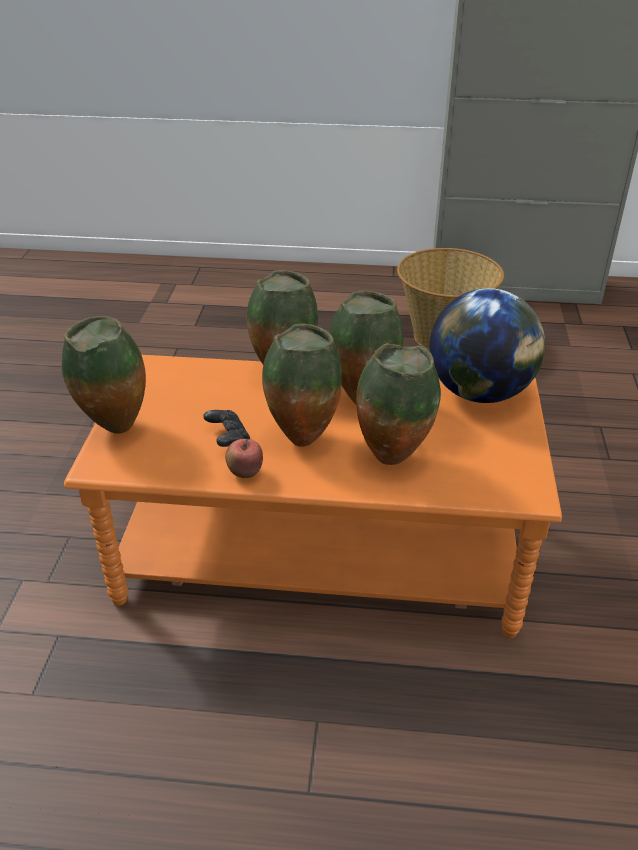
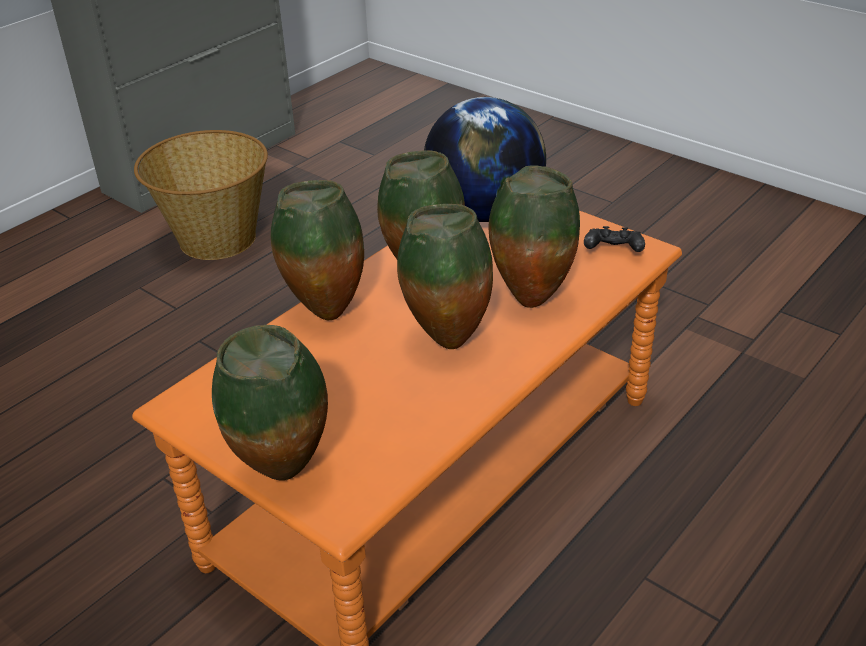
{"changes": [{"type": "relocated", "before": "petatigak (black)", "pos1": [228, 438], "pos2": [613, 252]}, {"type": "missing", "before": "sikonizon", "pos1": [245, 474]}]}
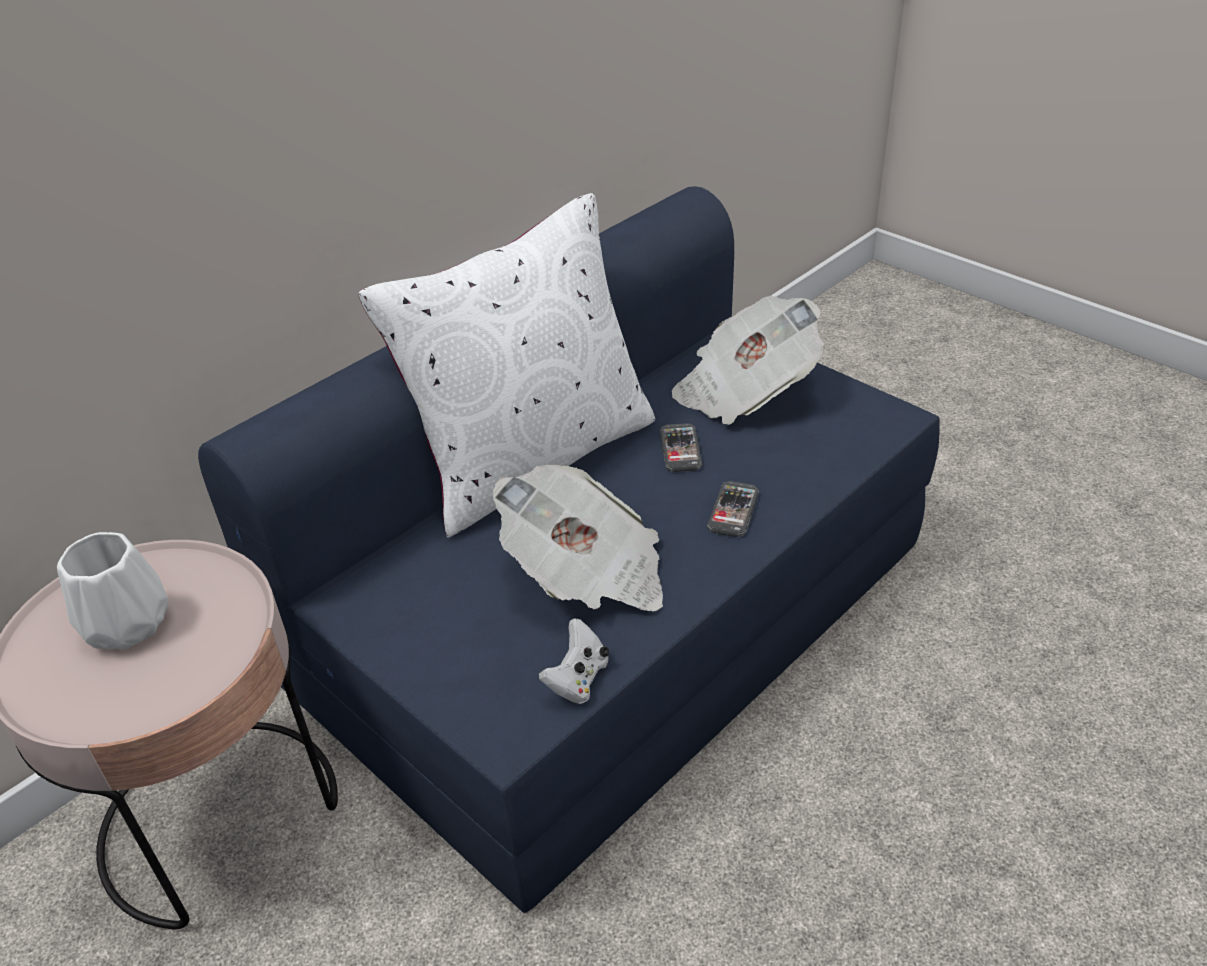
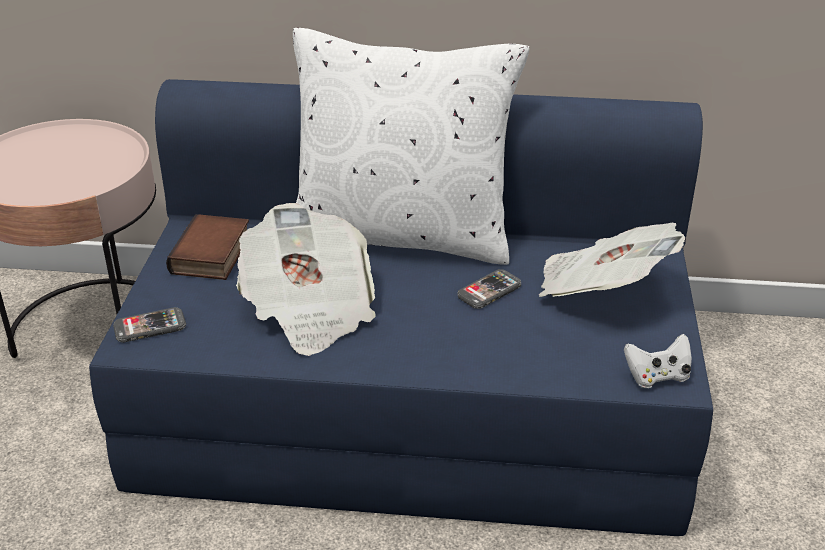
{"changes": [{"type": "relocated", "before": "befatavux", "pos1": [733, 511], "pos2": [150, 327]}, {"type": "appeared", "after": "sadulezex", "pos2": [213, 255]}, {"type": "relocated", "before": "petatigak (white)", "pos1": [578, 679], "pos2": [657, 376]}, {"type": "missing", "before": "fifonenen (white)", "pos1": [124, 626]}]}
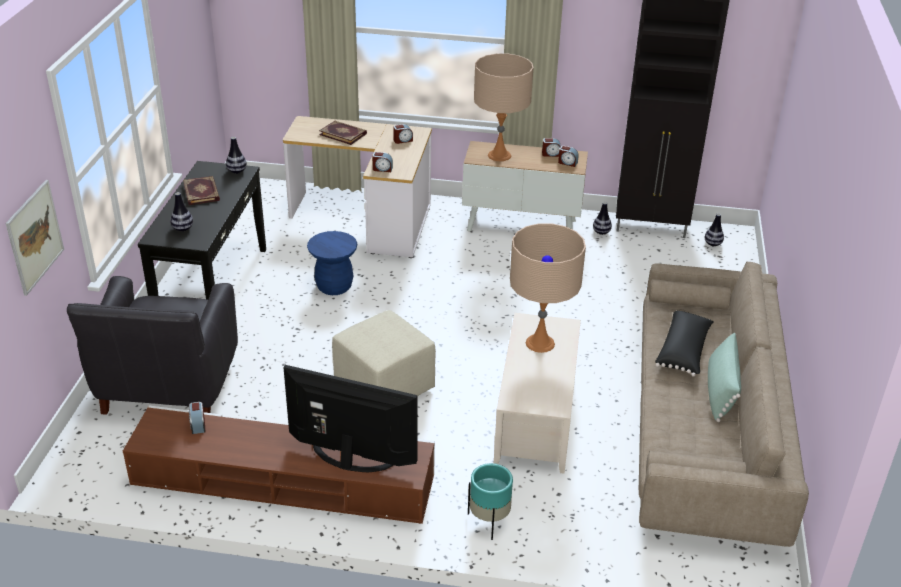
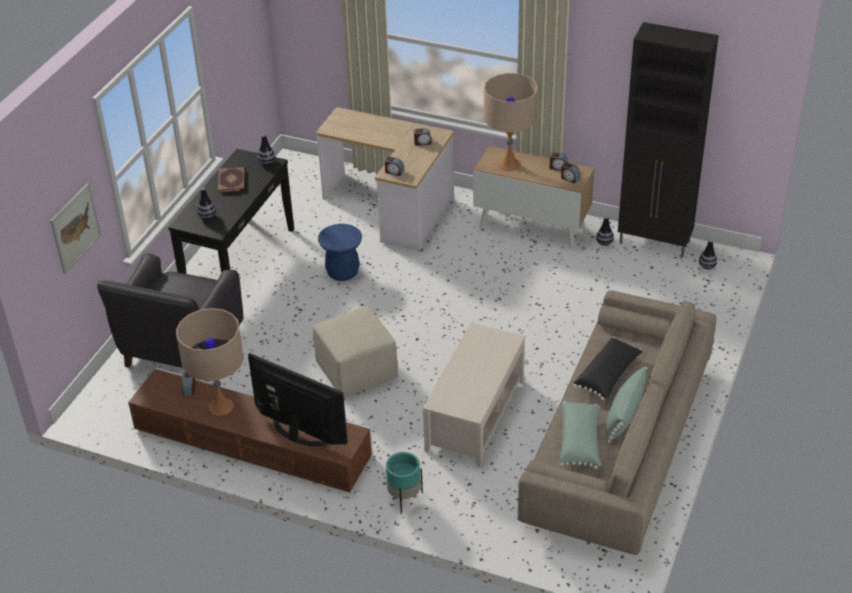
{"changes": [{"type": "relocated", "before": "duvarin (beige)", "pos1": [540, 343], "pos2": [221, 406]}, {"type": "appeared", "after": "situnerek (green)", "pos2": [580, 441]}, {"type": "missing", "before": "sadulezex", "pos1": [343, 134]}]}
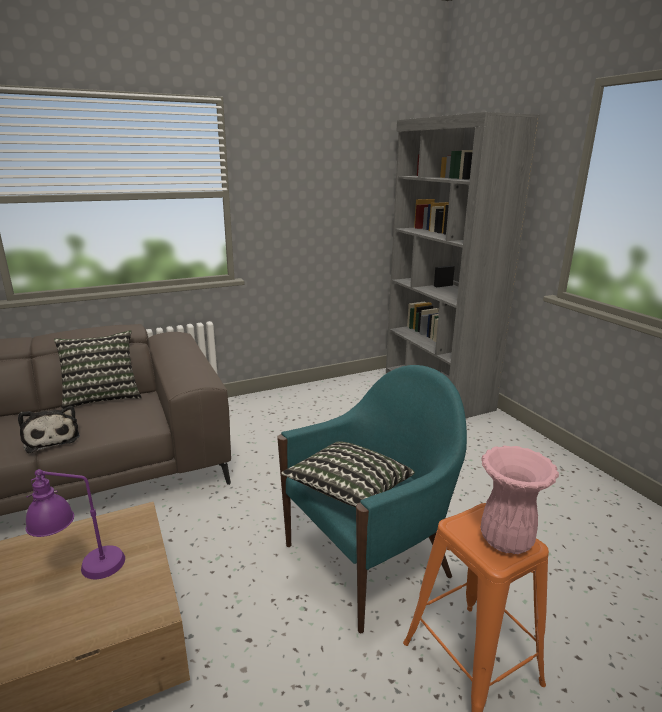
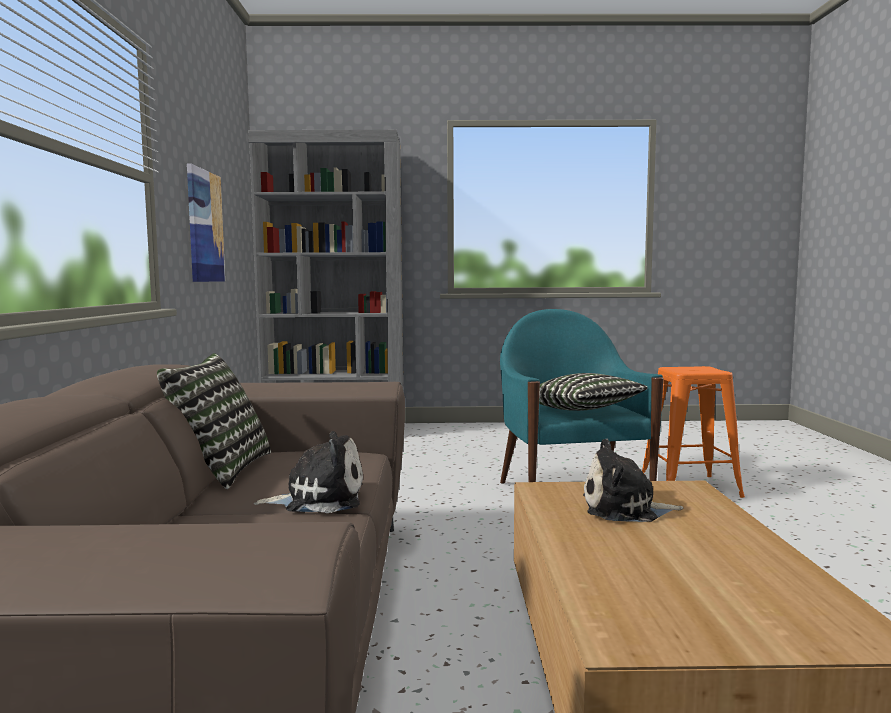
{"changes": [{"type": "appeared", "after": "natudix", "pos2": [205, 226]}, {"type": "exchanged", "before": "duvarin (purple)", "after": "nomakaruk", "pos1": [83, 570], "pos2": [625, 509]}, {"type": "missing", "before": "fifonenen (pink)", "pos1": [504, 541]}]}
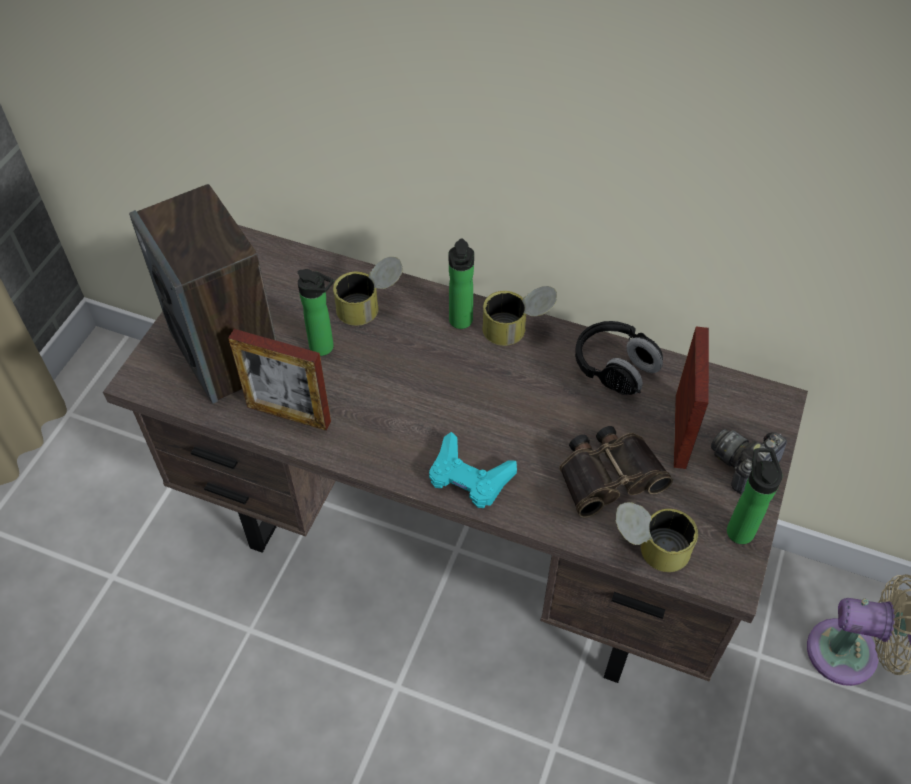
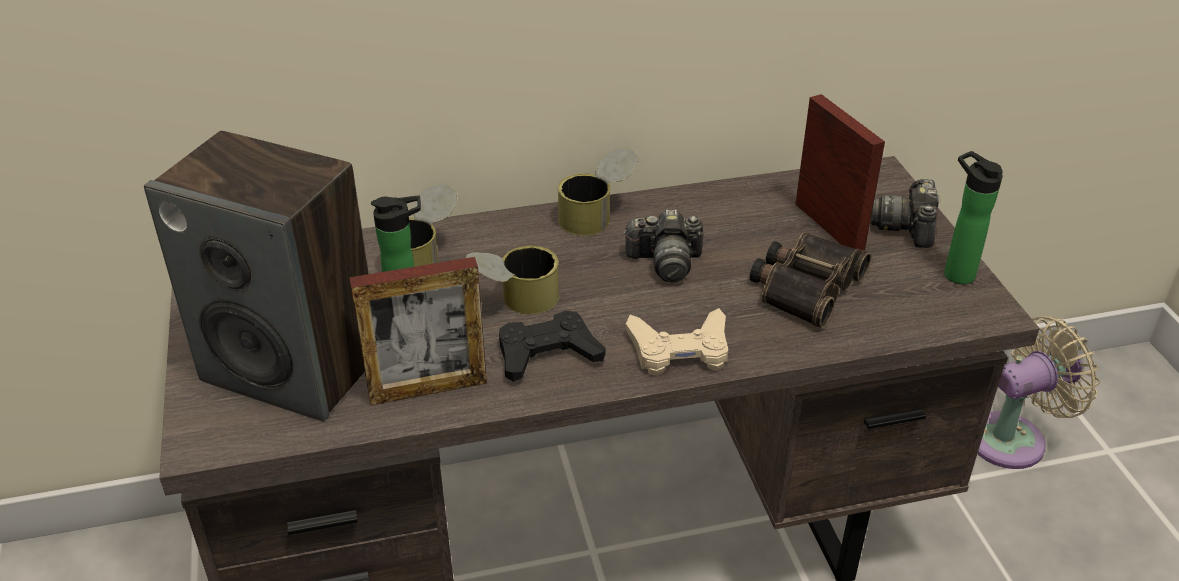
{"changes": [{"type": "relocated", "before": "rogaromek", "pos1": [649, 548], "pos2": [515, 302]}, {"type": "appeared", "after": "petatigak (black)", "pos2": [547, 354]}, {"type": "appeared", "after": "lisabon", "pos2": [665, 262]}, {"type": "colour", "before": "petatigak (turquoise)", "after": "petatigak (beige)", "pos1": [469, 477], "pos2": [680, 350]}, {"type": "missing", "before": "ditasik", "pos1": [460, 323]}, {"type": "missing", "before": "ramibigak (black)", "pos1": [614, 369]}]}
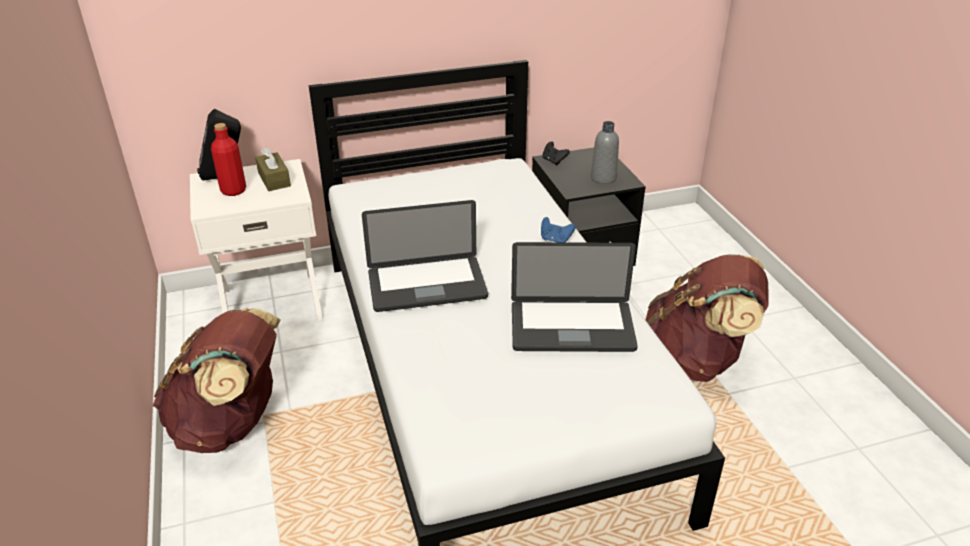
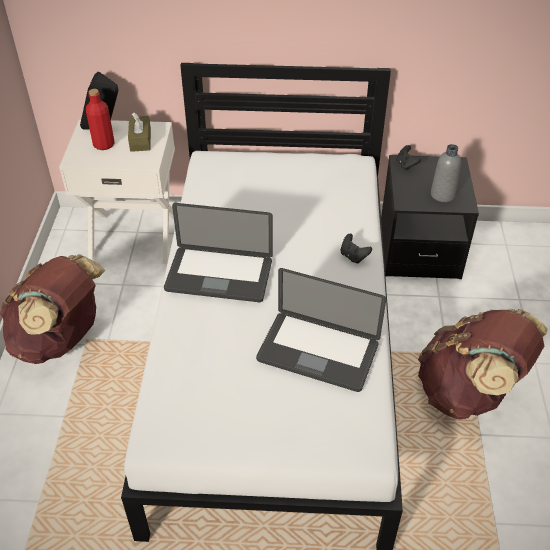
{"changes": [{"type": "colour", "before": "petatigak (blue)", "after": "petatigak (black)", "pos1": [555, 240], "pos2": [353, 256]}]}
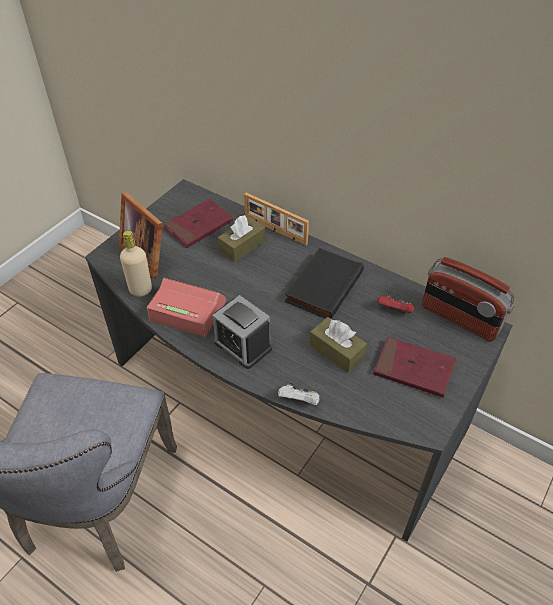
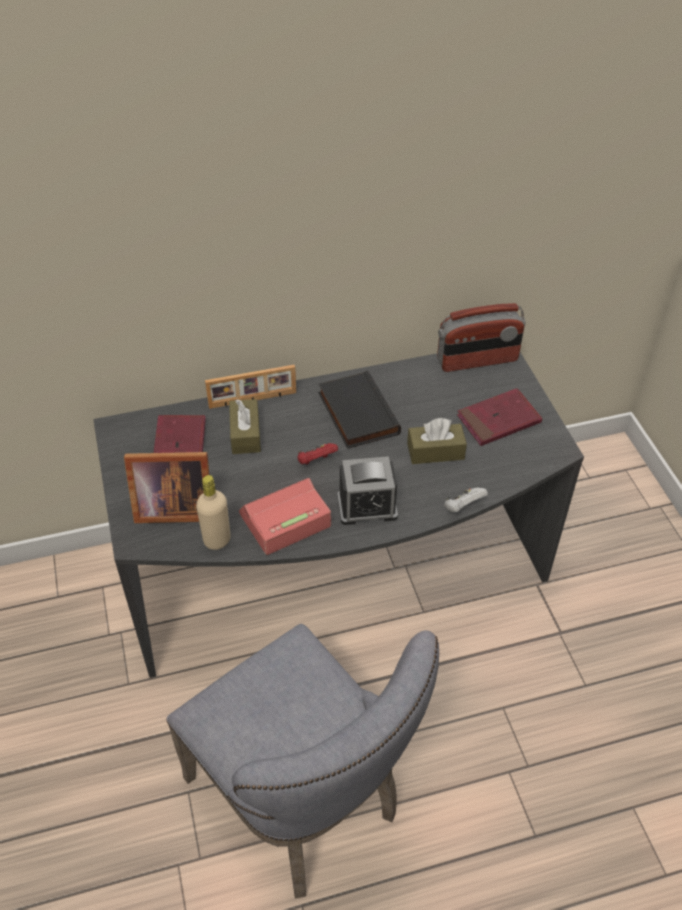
{"changes": [{"type": "relocated", "before": "petatigak (red)", "pos1": [394, 311], "pos2": [316, 461]}]}
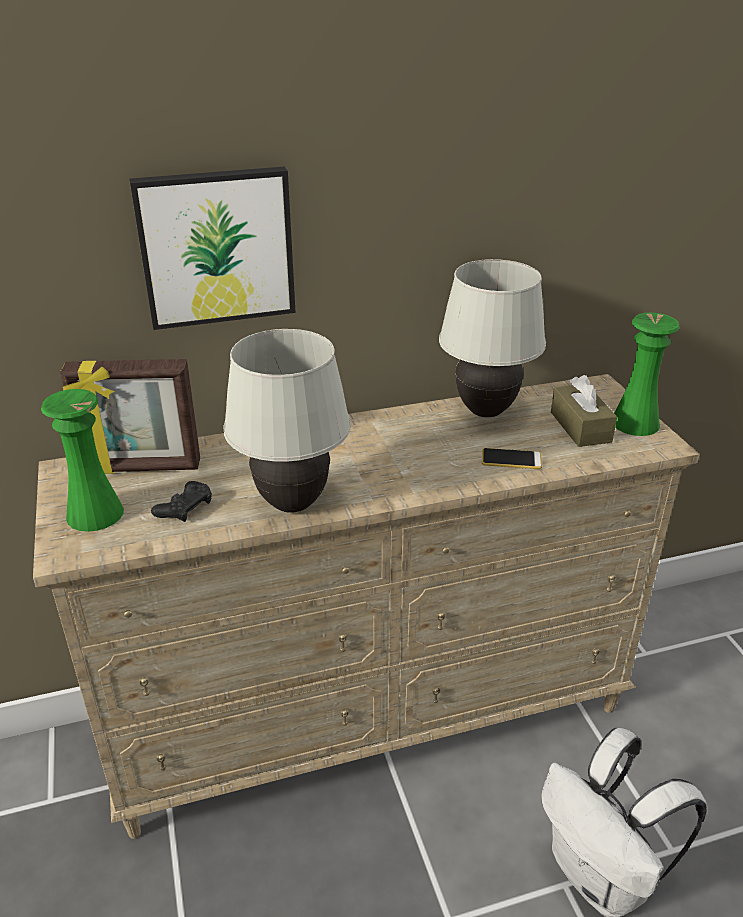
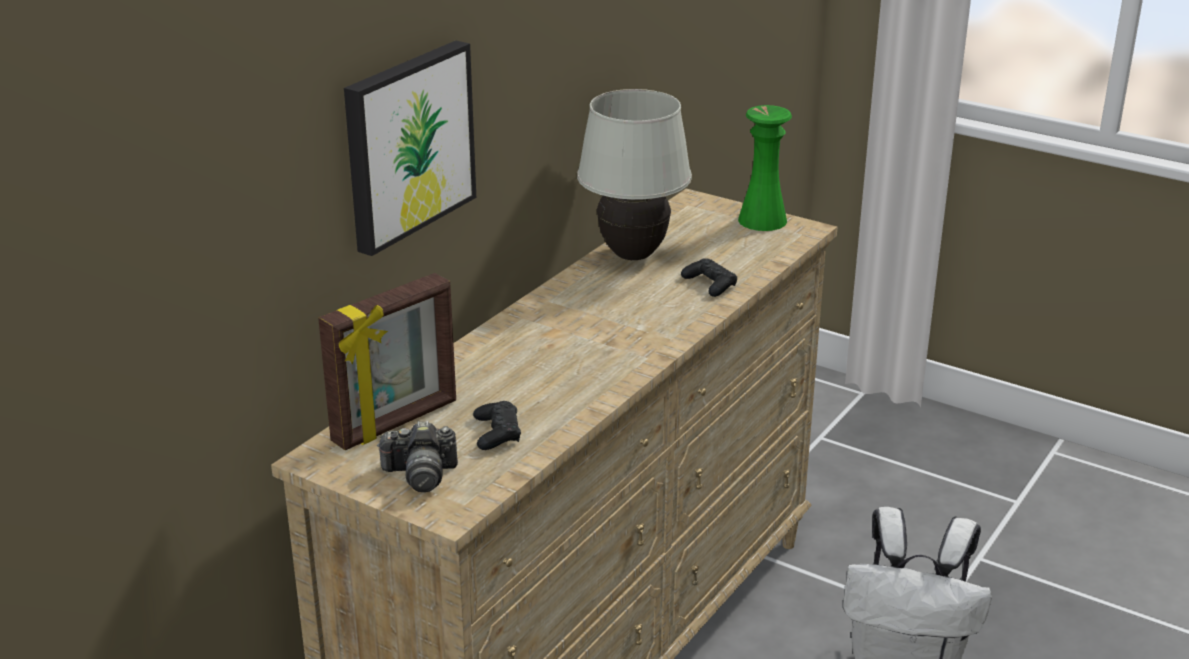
{"changes": [{"type": "exchanged", "before": "fifonenen (green)", "after": "lisabon", "pos1": [95, 514], "pos2": [420, 474]}, {"type": "exchanged", "before": "befatavux", "after": "petatigak (black)", "pos1": [511, 459], "pos2": [710, 284]}, {"type": "missing", "before": "duvarin (white)", "pos1": [291, 504]}, {"type": "missing", "before": "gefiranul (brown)", "pos1": [580, 427]}]}
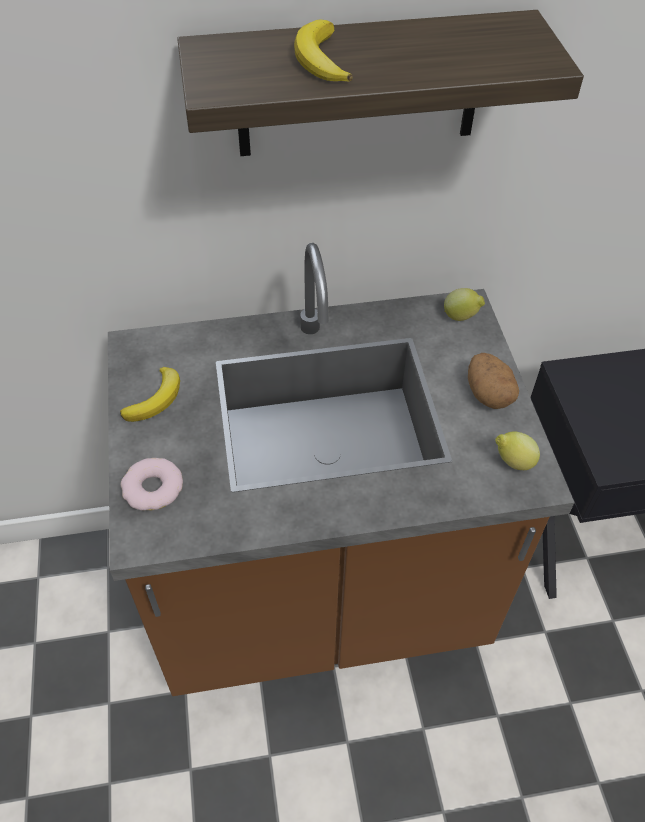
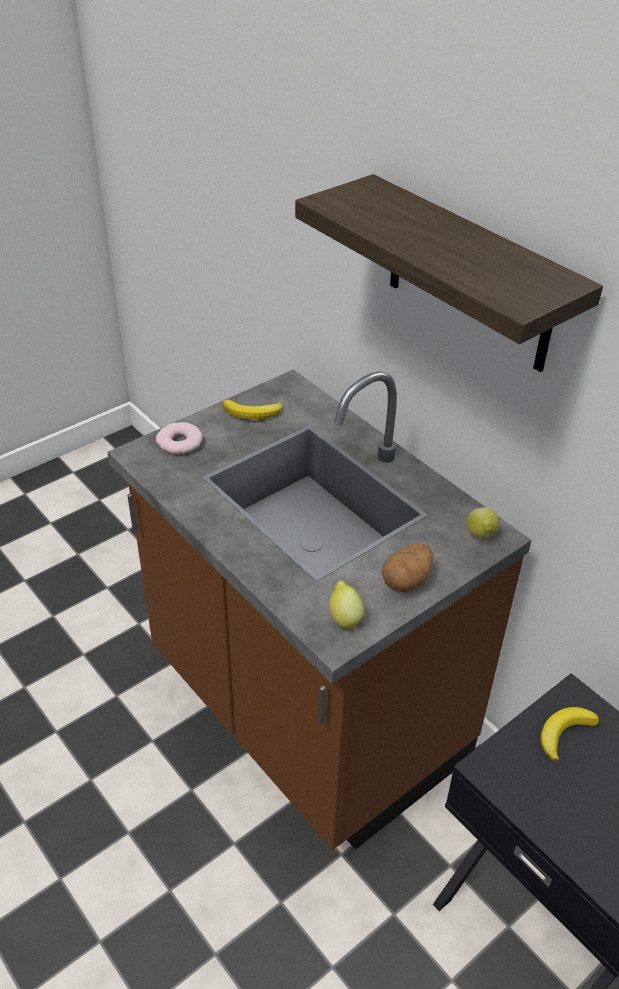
{"changes": [{"type": "relocated", "before": "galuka", "pos1": [320, 59], "pos2": [564, 733]}]}
